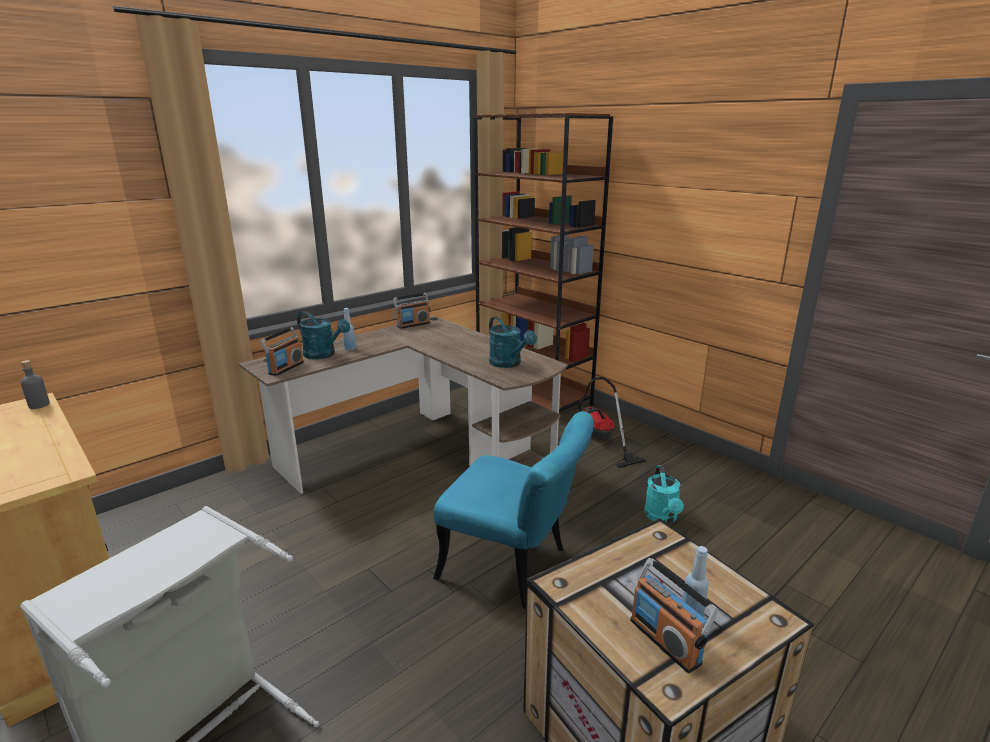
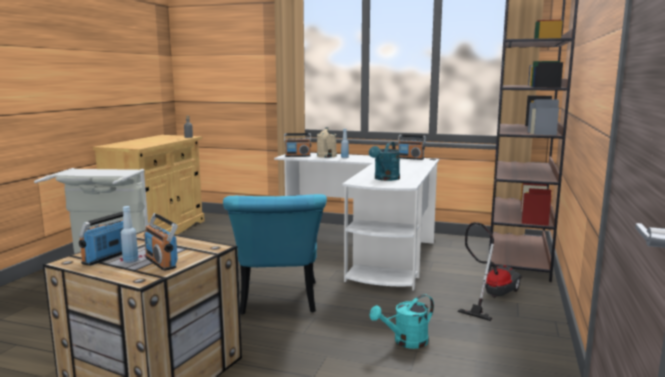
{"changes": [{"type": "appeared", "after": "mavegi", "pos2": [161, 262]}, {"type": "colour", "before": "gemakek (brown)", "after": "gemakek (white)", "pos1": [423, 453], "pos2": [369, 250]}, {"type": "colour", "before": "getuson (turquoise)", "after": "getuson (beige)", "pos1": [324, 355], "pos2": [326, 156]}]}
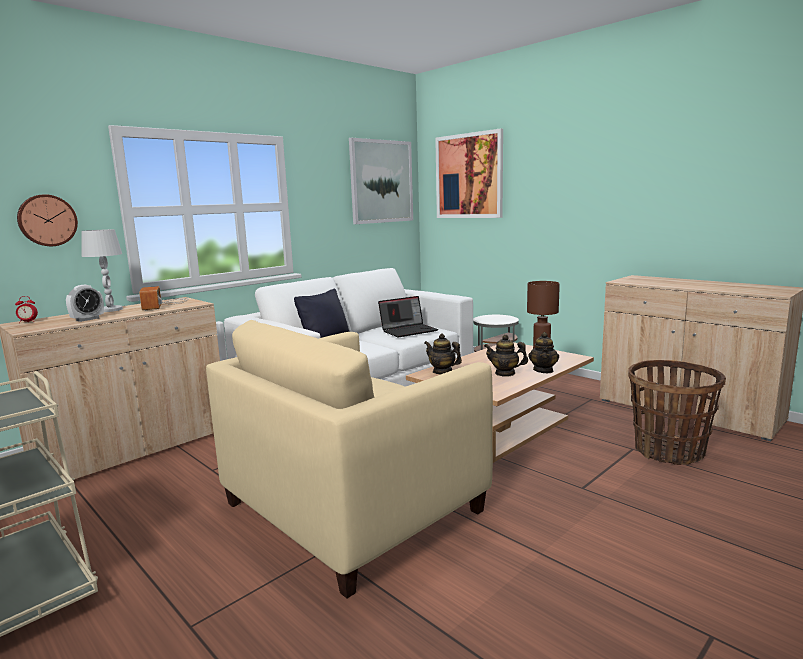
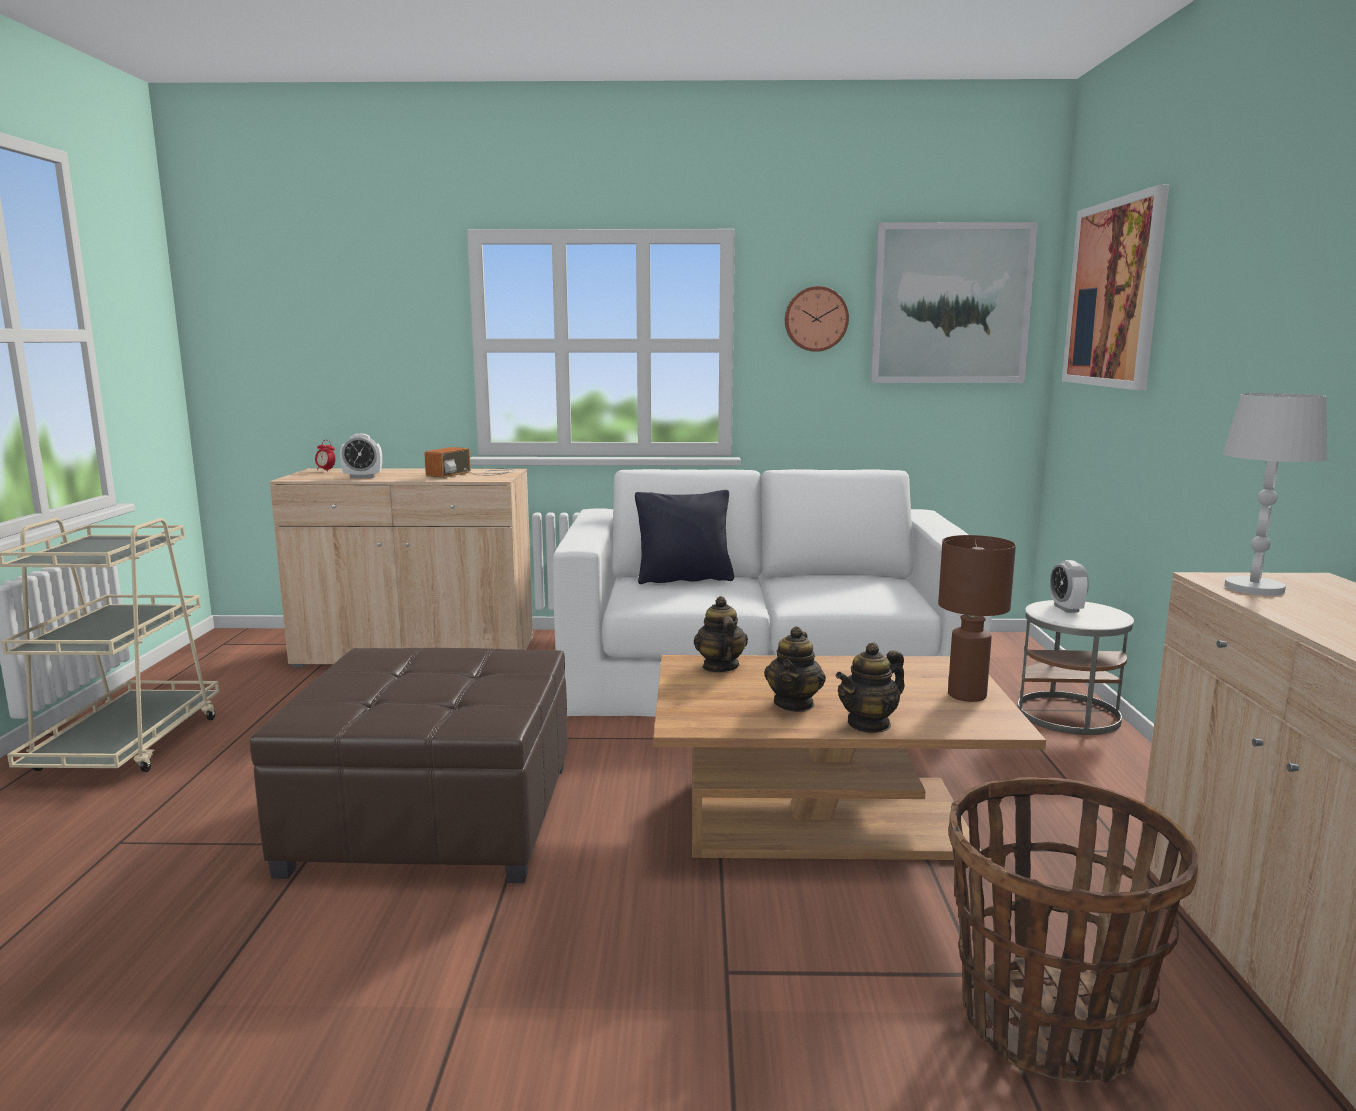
{"changes": [{"type": "exchanged", "before": "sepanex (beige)", "after": "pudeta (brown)", "pos1": [353, 507], "pos2": [433, 816]}, {"type": "spun", "before": "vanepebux", "pos1": [505, 373], "pos2": [794, 704], "turn": -135}, {"type": "relocated", "before": "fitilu", "pos1": [47, 220], "pos2": [816, 319]}, {"type": "appeared", "after": "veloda", "pos2": [1066, 608]}, {"type": "relocated", "before": "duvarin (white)", "pos1": [110, 310], "pos2": [1253, 588]}, {"type": "missing", "before": "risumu", "pos1": [409, 330]}]}
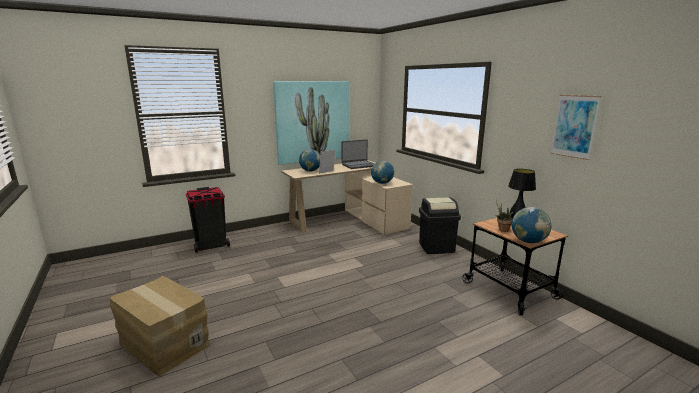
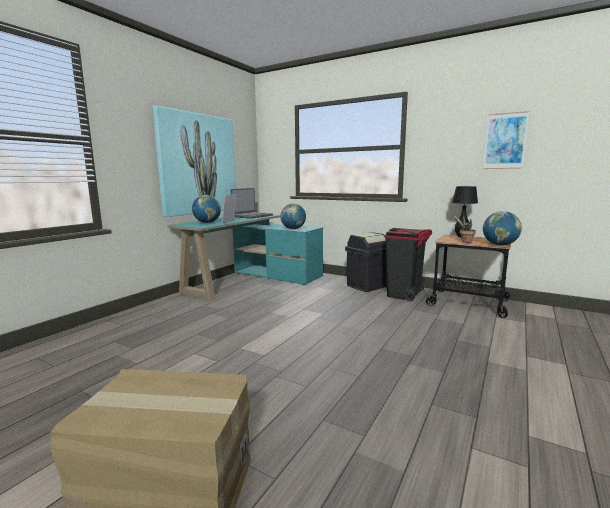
{"changes": [{"type": "colour", "before": "gemakek (beige)", "after": "gemakek (turquoise)", "pos1": [349, 220], "pos2": [251, 280]}, {"type": "relocated", "before": "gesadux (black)", "pos1": [211, 246], "pos2": [404, 294]}]}
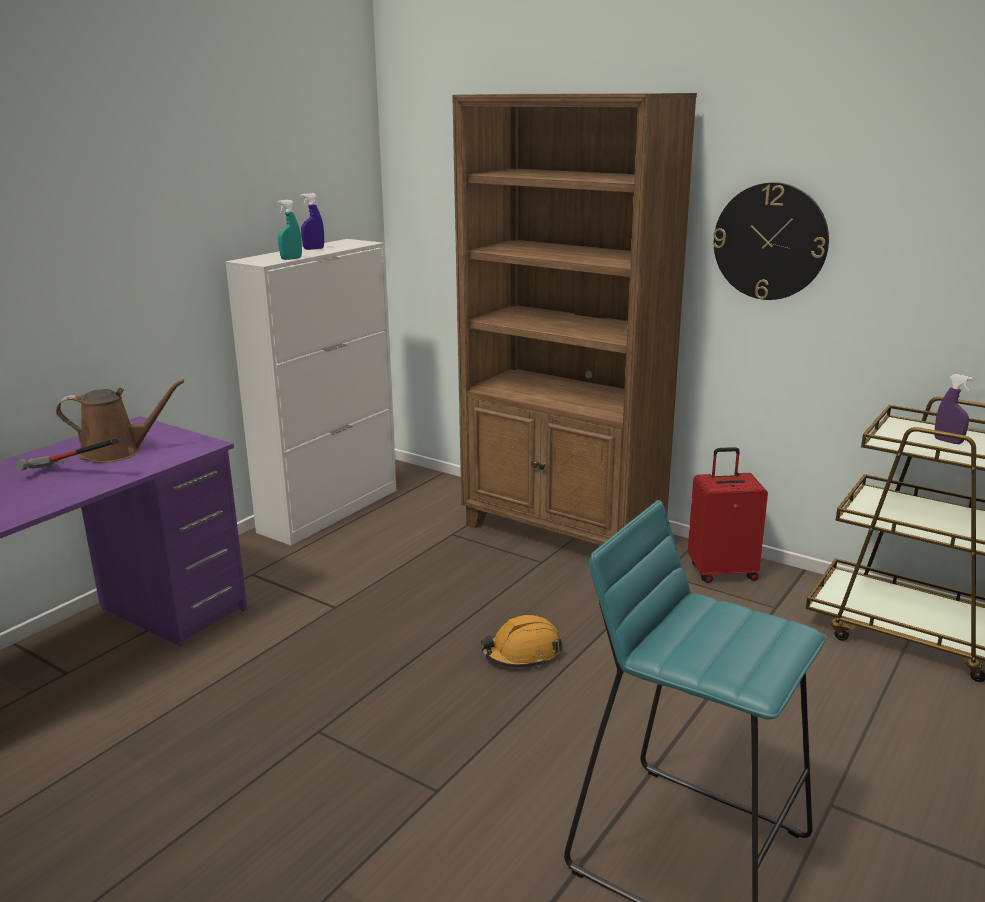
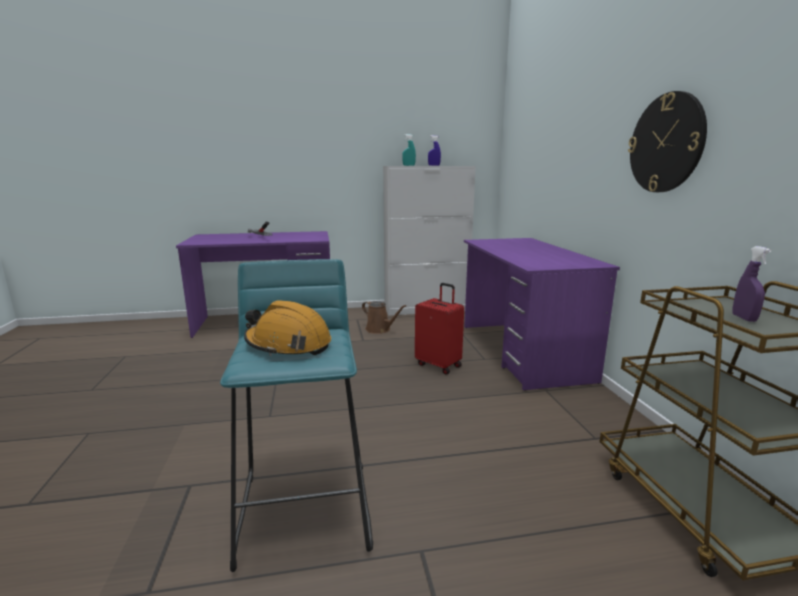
{"changes": [{"type": "relocated", "before": "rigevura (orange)", "pos1": [522, 653], "pos2": [288, 345]}, {"type": "relocated", "before": "getuson (brown)", "pos1": [117, 452], "pos2": [380, 330]}, {"type": "relocated", "before": "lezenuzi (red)", "pos1": [722, 572], "pos2": [439, 365]}, {"type": "exchanged", "before": "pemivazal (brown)", "after": "gemakek (purple)", "pos1": [563, 532], "pos2": [522, 351]}]}
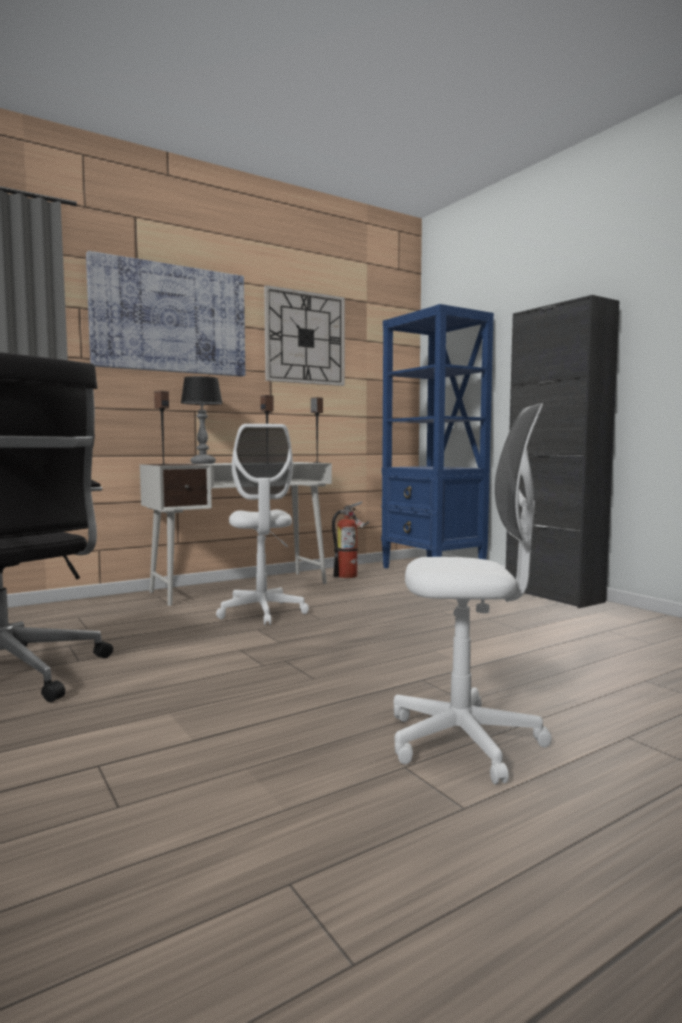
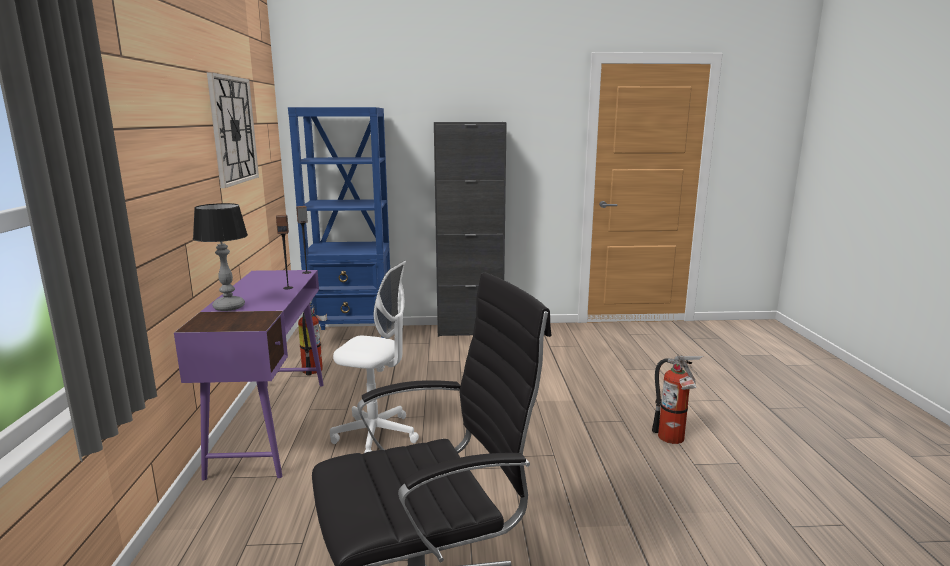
{"changes": [{"type": "colour", "before": "gemakek (white)", "after": "gemakek (purple)", "pos1": [241, 587], "pos2": [271, 424]}, {"type": "exchanged", "before": "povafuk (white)", "after": "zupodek", "pos1": [464, 742], "pos2": [673, 439]}, {"type": "missing", "before": "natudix", "pos1": [169, 319]}, {"type": "missing", "before": "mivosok", "pos1": [163, 464]}]}
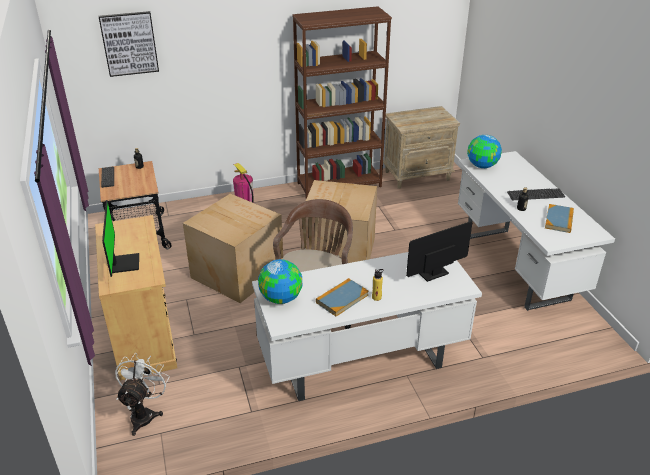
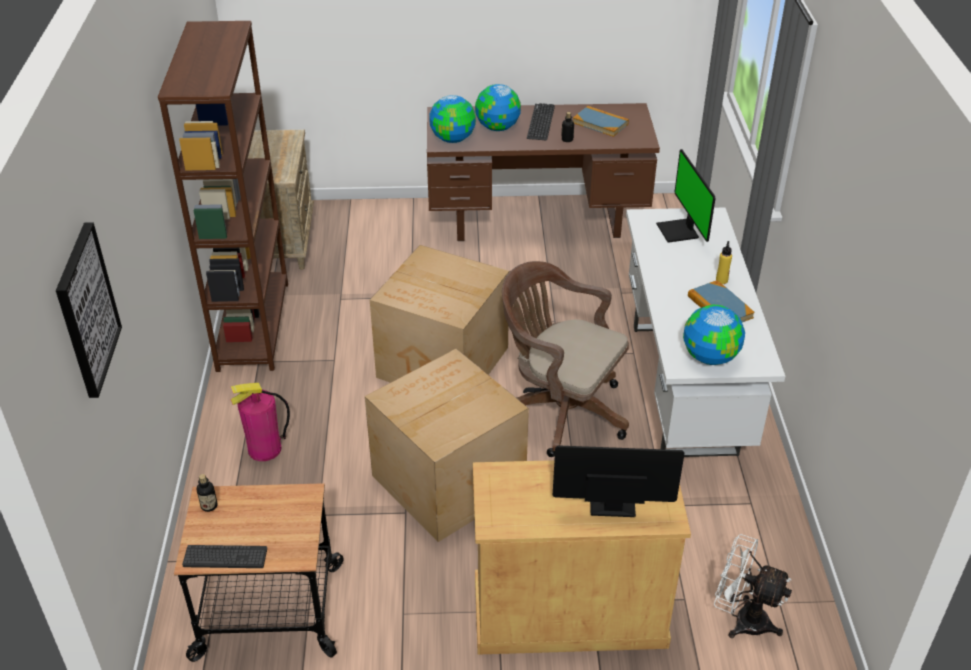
{"changes": [{"type": "colour", "before": "gemakek (white)", "after": "gemakek (brown)", "pos1": [516, 267], "pos2": [537, 221]}, {"type": "appeared", "after": "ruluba", "pos2": [497, 127]}]}
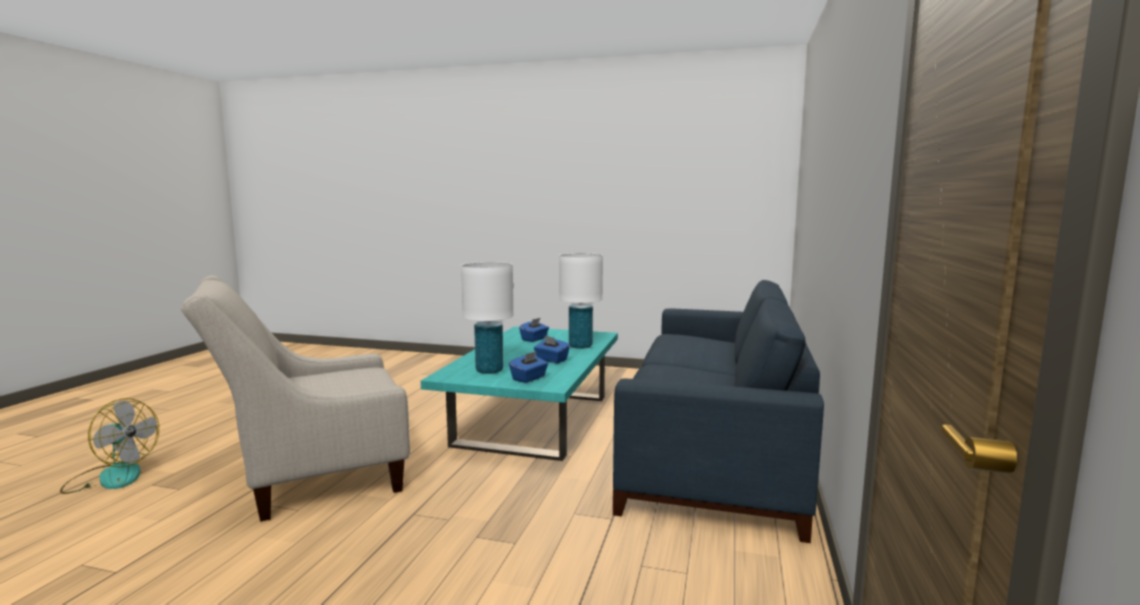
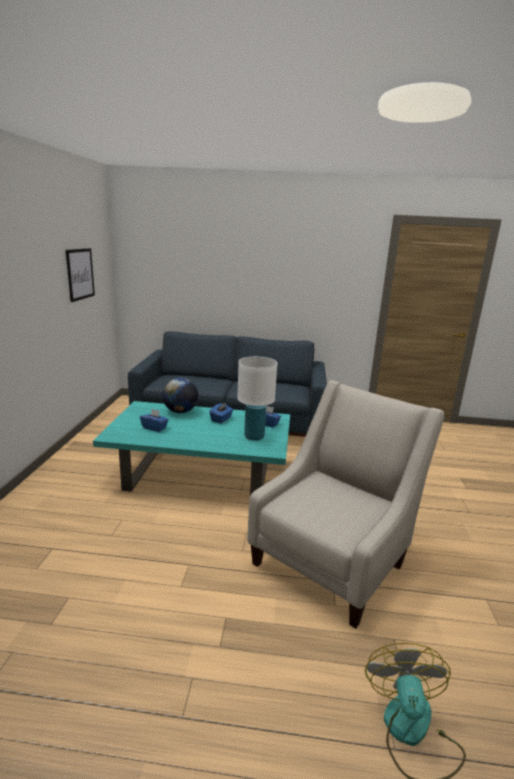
{"changes": [{"type": "appeared", "after": "natudix", "pos2": [80, 274]}, {"type": "exchanged", "before": "duvarin (white)", "after": "ruluba", "pos1": [580, 346], "pos2": [180, 411]}, {"type": "spun", "before": "sepanex (beige)", "pos1": [312, 477], "pos2": [334, 559], "turn": -105}]}
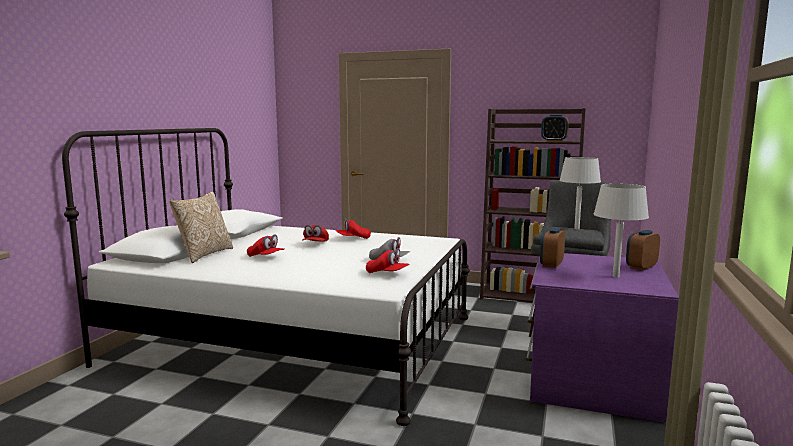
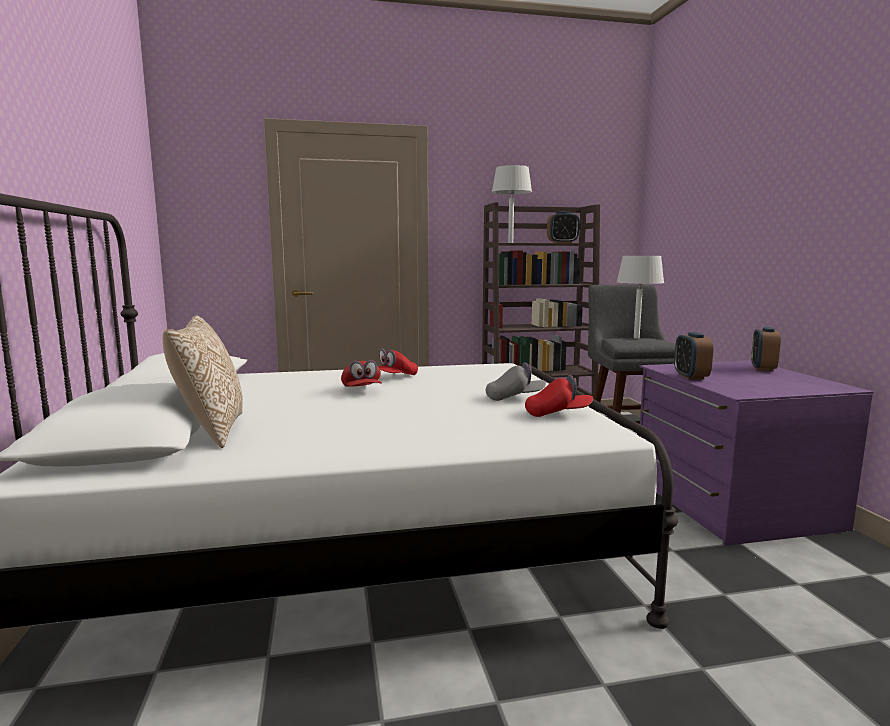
{"changes": [{"type": "relocated", "before": "duvarin (grey)", "pos1": [615, 276], "pos2": [510, 242]}, {"type": "missing", "before": "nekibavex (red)", "pos1": [266, 257]}]}
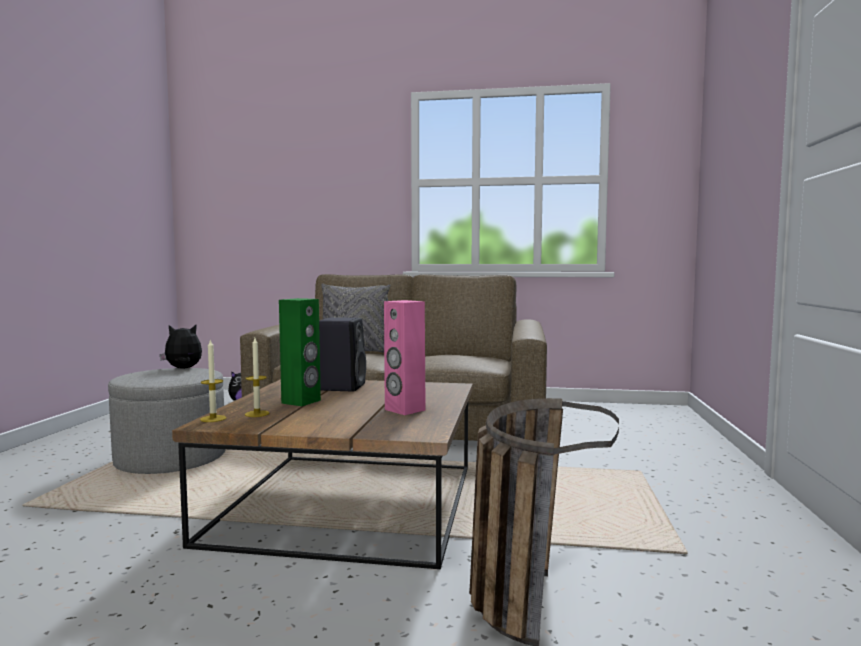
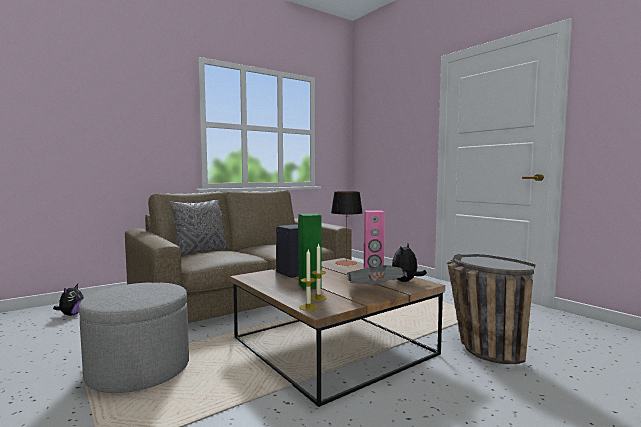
{"changes": [{"type": "appeared", "after": "duvarin", "pos2": [346, 263]}, {"type": "appeared", "after": "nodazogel", "pos2": [374, 292]}, {"type": "relocated", "before": "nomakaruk", "pos1": [183, 369], "pos2": [406, 281]}]}
